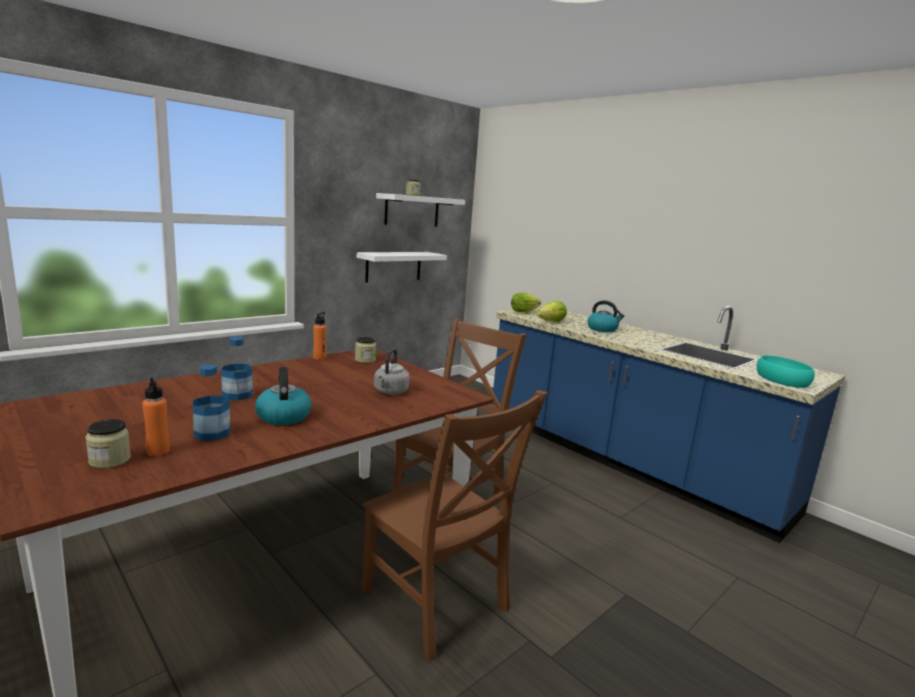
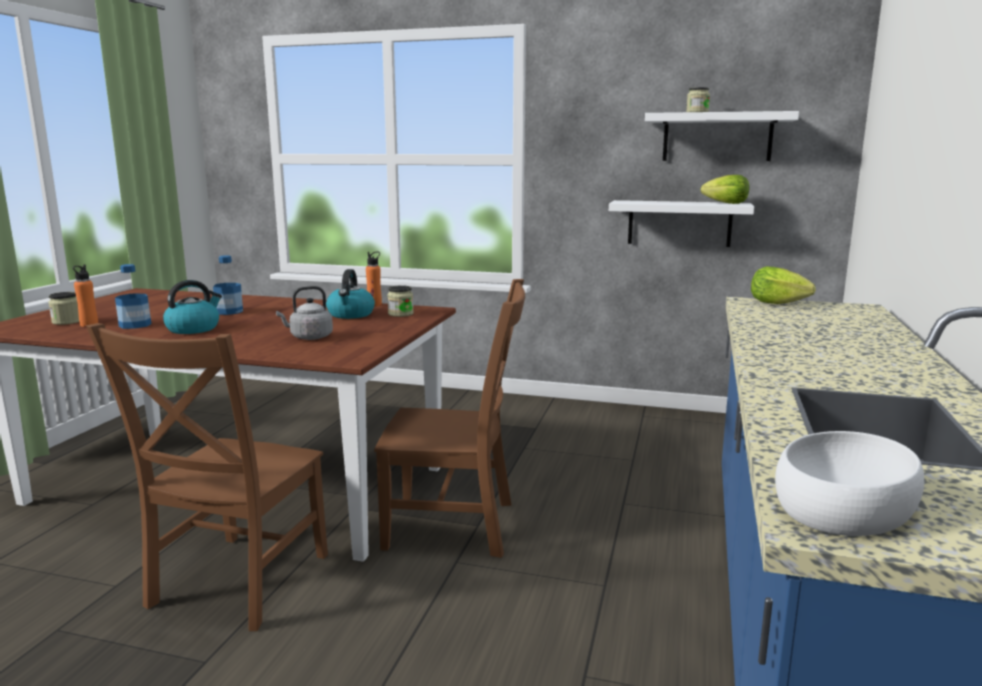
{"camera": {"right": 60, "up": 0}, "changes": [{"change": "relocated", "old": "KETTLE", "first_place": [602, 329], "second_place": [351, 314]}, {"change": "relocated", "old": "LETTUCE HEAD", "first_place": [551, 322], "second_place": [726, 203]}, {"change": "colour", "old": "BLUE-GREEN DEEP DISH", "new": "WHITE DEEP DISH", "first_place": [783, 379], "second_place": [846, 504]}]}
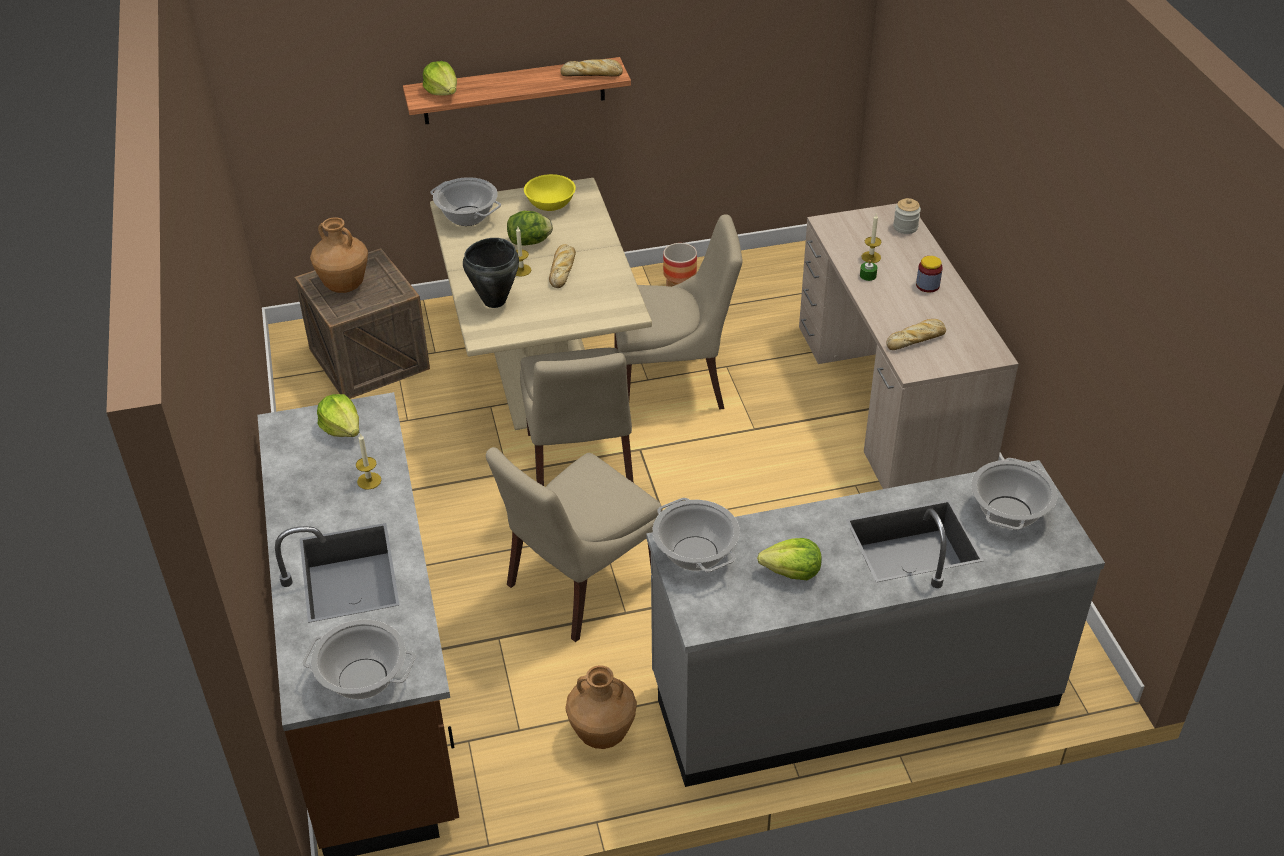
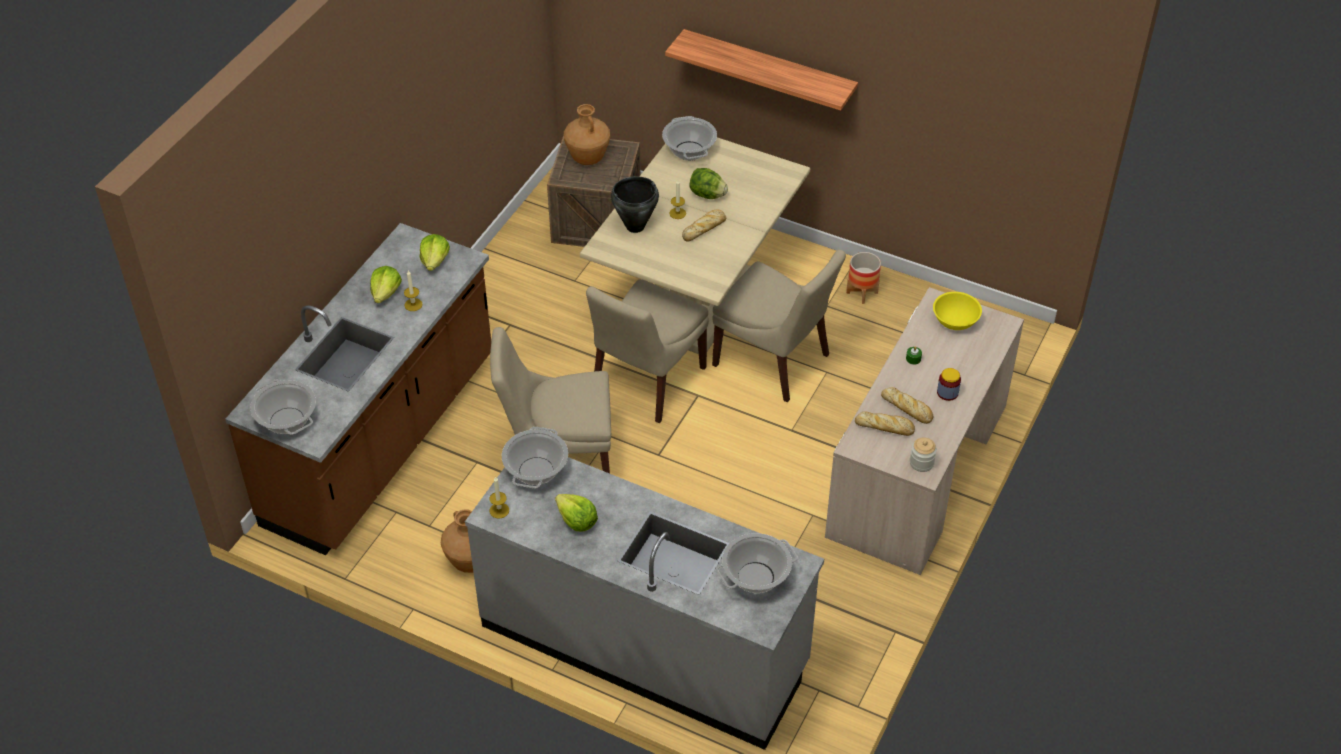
{"camera": {"right": 40, "up": 5}, "changes": [{"change": "relocated", "old": "LETTUCE HEAD", "first_place": [442, 91], "second_place": [386, 293]}, {"change": "relocated", "old": "WAX CANDLE", "first_place": [871, 257], "second_place": [499, 510]}, {"change": "relocated", "old": "BAKED BREAD", "first_place": [593, 74], "second_place": [907, 408]}, {"change": "relocated", "old": "STORAGE JAR", "first_place": [905, 227], "second_place": [921, 463]}, {"change": "relocated", "old": "YELLOWISH DEEP DISH", "first_place": [550, 204], "second_place": [955, 321]}]}
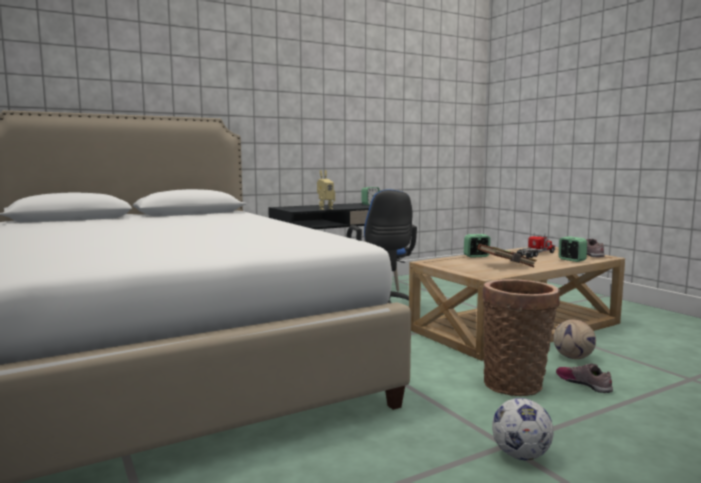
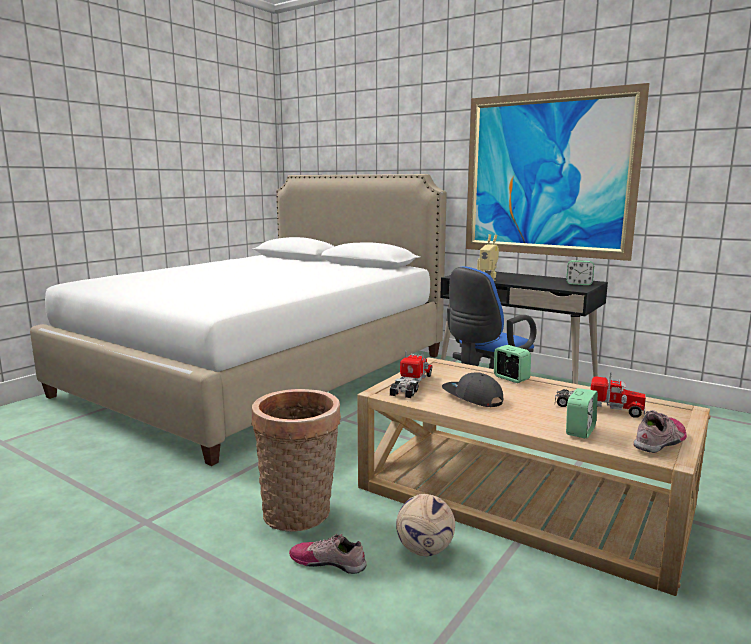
{"camera": {"right": 65, "up": 5}, "changes": [{"change": "spun", "old": "SHOE", "first_place": [584, 383], "second_place": [328, 562], "degrees": -105}, {"change": "appeared", "new": "TOY LORRY", "second_place": [411, 385]}, {"change": "exchanged", "old": "BROWN-COLOURED VOLUME", "new": "GRAY CAP", "first_place": [506, 266], "second_place": [472, 398]}, {"change": "appeared", "new": "WALL PICTURE", "second_place": [547, 175]}, {"change": "missing", "old": "FOOTBALL BALL", "first_place": [520, 455]}]}
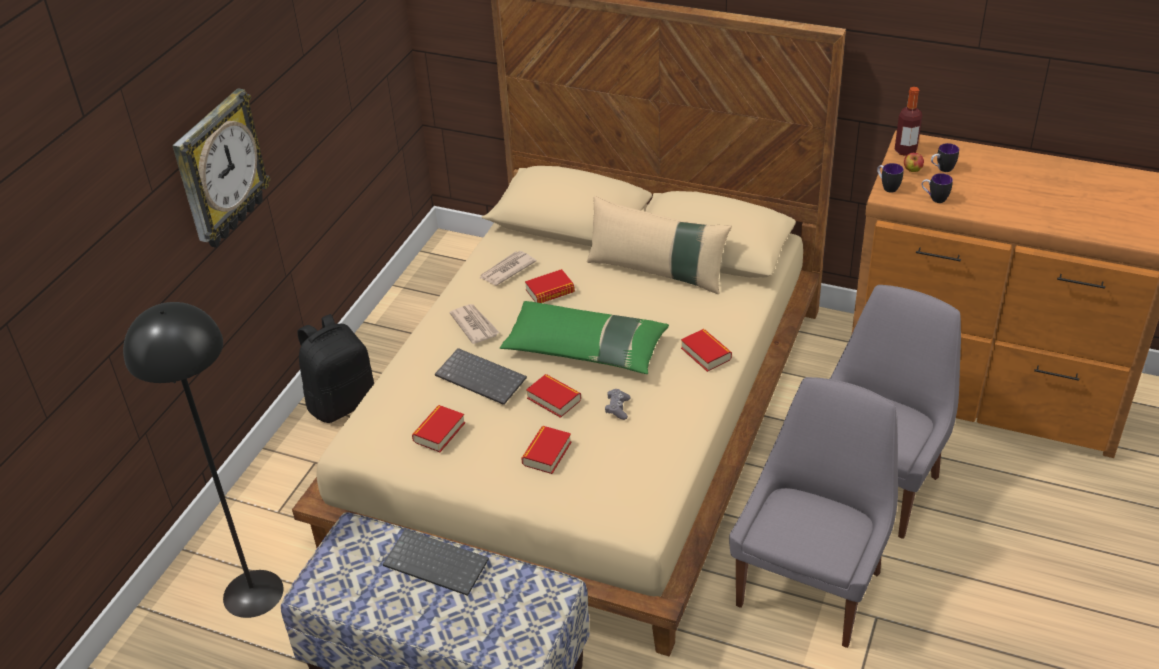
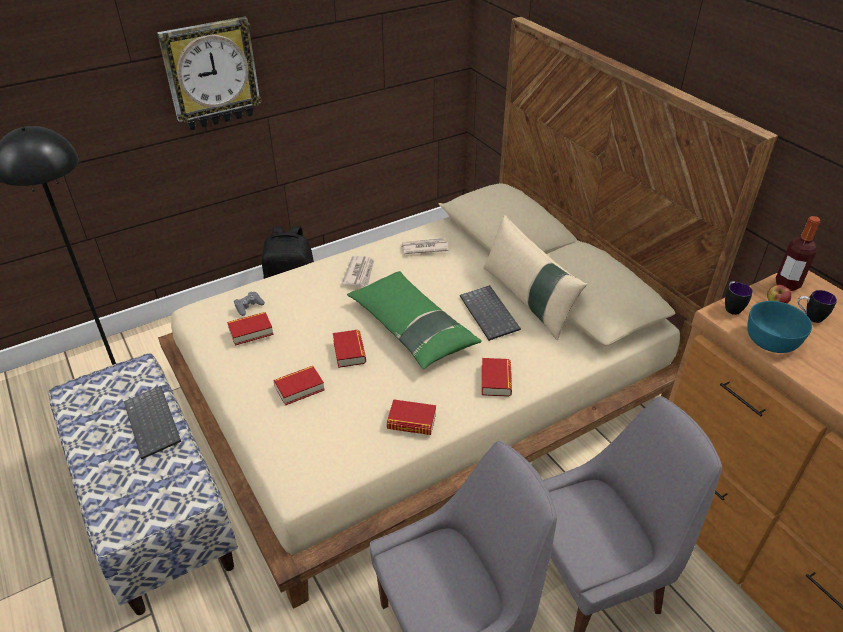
{"camera": {"right": 35, "up": 0}, "changes": [{"change": "relocated", "old": "GRAY GAME CONTROLLER", "first_place": [617, 408], "second_place": [248, 307]}, {"change": "relocated", "old": "VOLUME", "first_place": [550, 291], "second_place": [411, 421]}, {"change": "relocated", "old": "KEYBOARD", "first_place": [482, 377], "second_place": [490, 314]}, {"change": "exchanged", "old": "MUG", "new": "BLUE-GREEN DEEP DISH", "first_place": [934, 199], "second_place": [771, 339]}]}
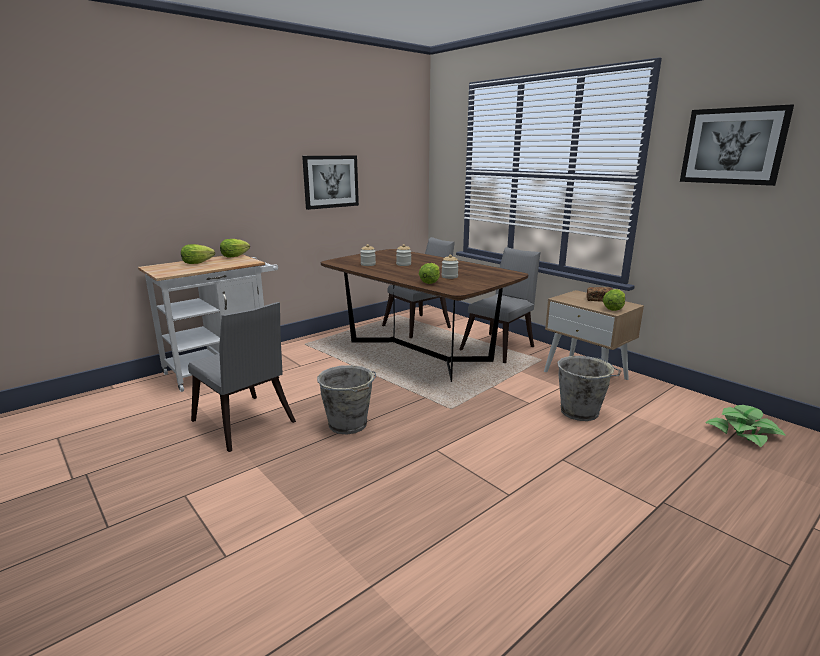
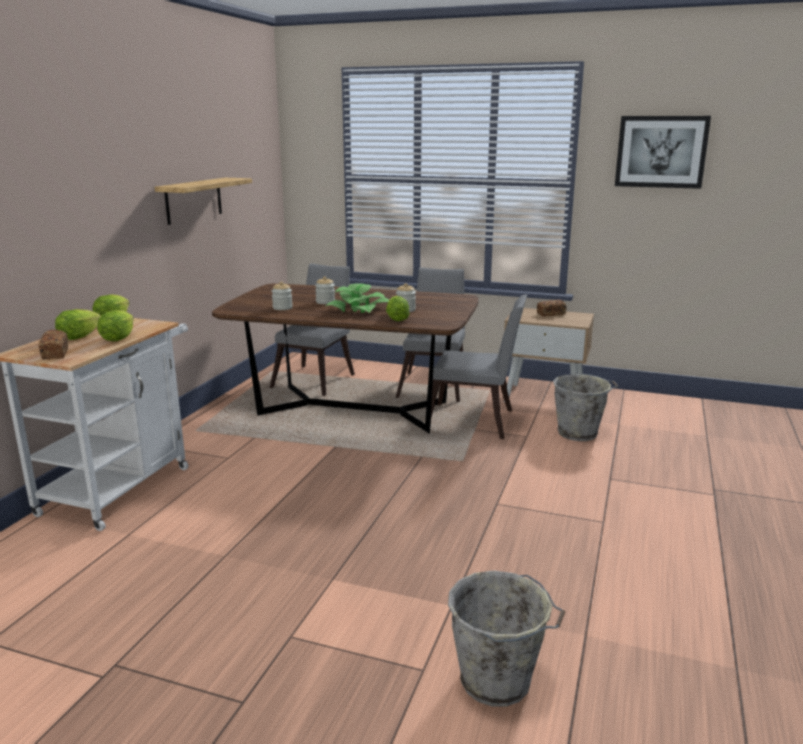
{"camera": {"right": -30, "up": 0}, "changes": [{"change": "appeared", "new": "BAKED BREAD", "second_place": [55, 353]}, {"change": "relocated", "old": "LETTUCE HEAD", "first_place": [613, 308], "second_place": [118, 338]}, {"change": "exchanged", "old": "WALL PICTURE", "new": "BRACKET SHELF", "first_place": [331, 181], "second_place": [194, 200]}, {"change": "relocated", "old": "HOUSEPLANT", "first_place": [743, 433], "second_place": [358, 309]}, {"change": "relocated", "old": "GRAY CHAIR", "first_place": [245, 425], "second_place": [475, 422]}, {"change": "relocated", "old": "GRAY WATER BUCKET", "first_place": [348, 425], "second_place": [498, 682]}]}
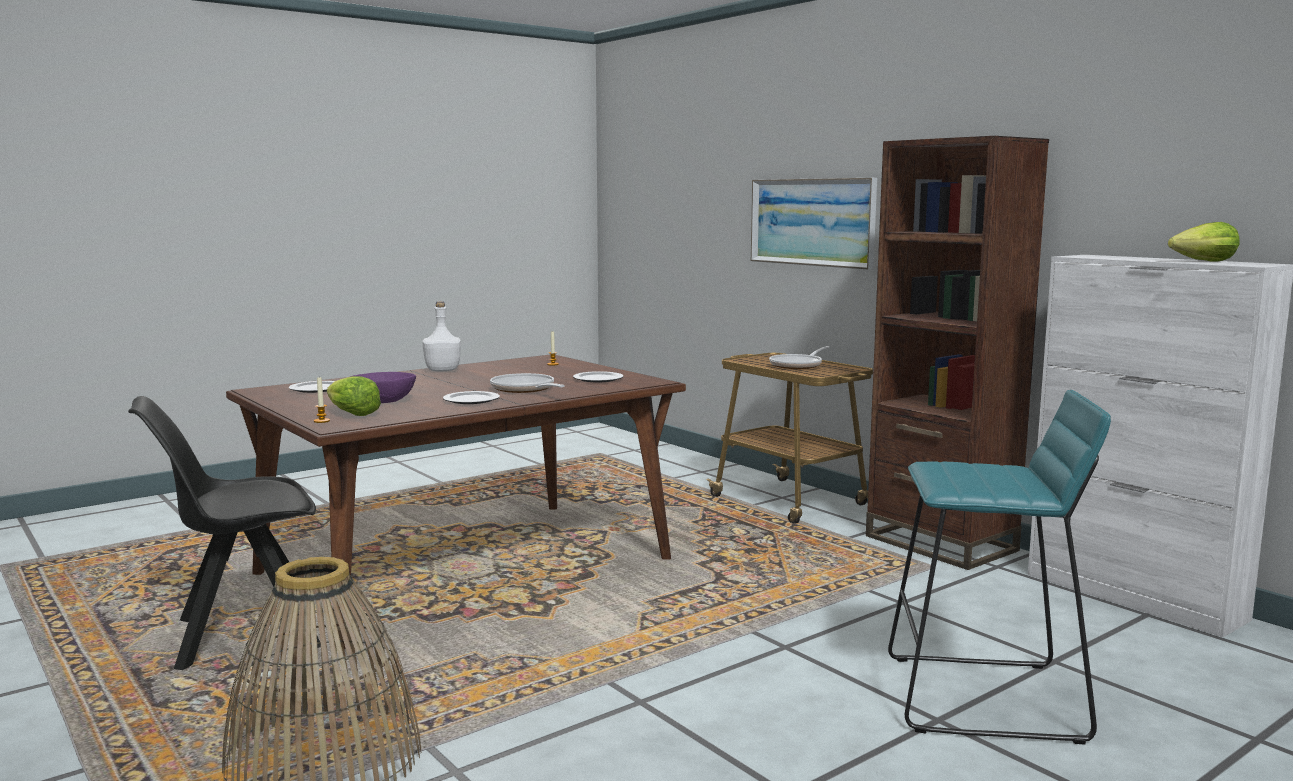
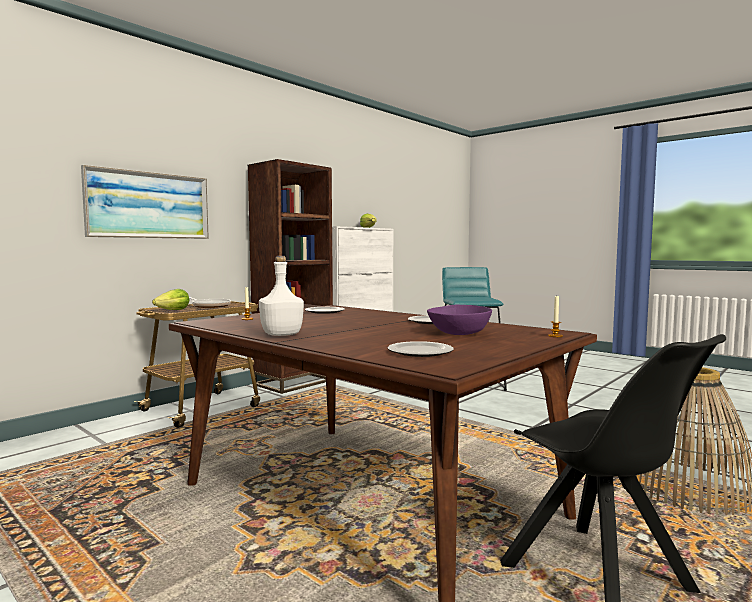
{"camera": {"right": -100, "up": -5}, "changes": [{"change": "relocated", "old": "LETTUCE HEAD", "first_place": [351, 414], "second_place": [173, 310]}, {"change": "missing", "old": "FRYING PAN", "first_place": [525, 389]}]}
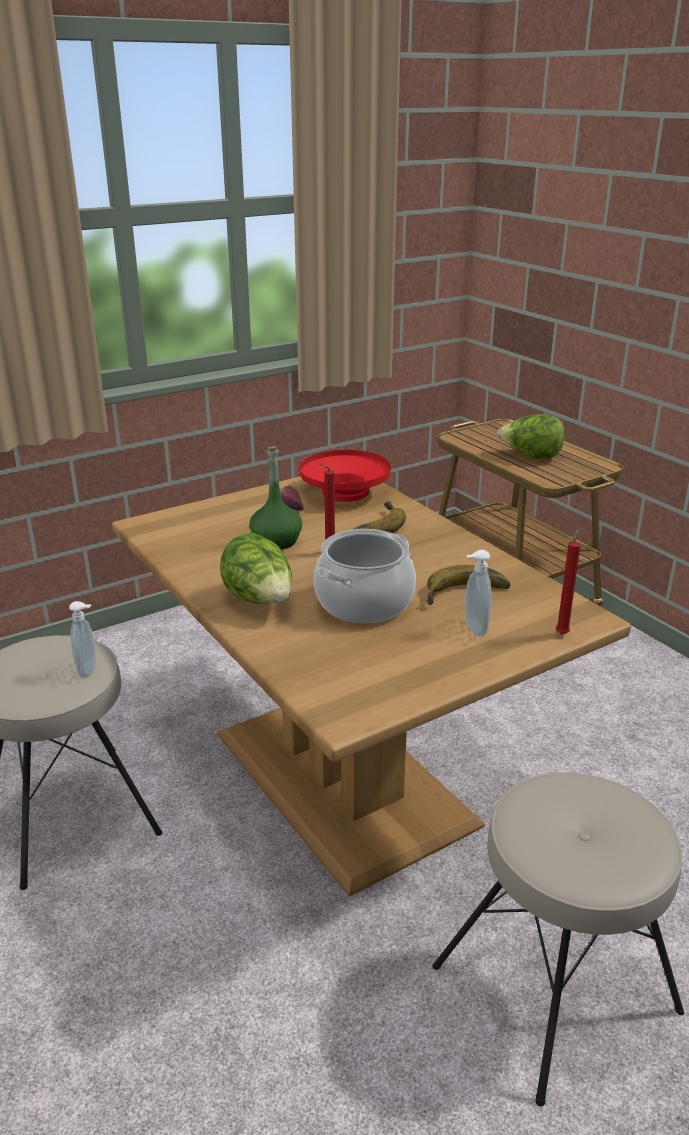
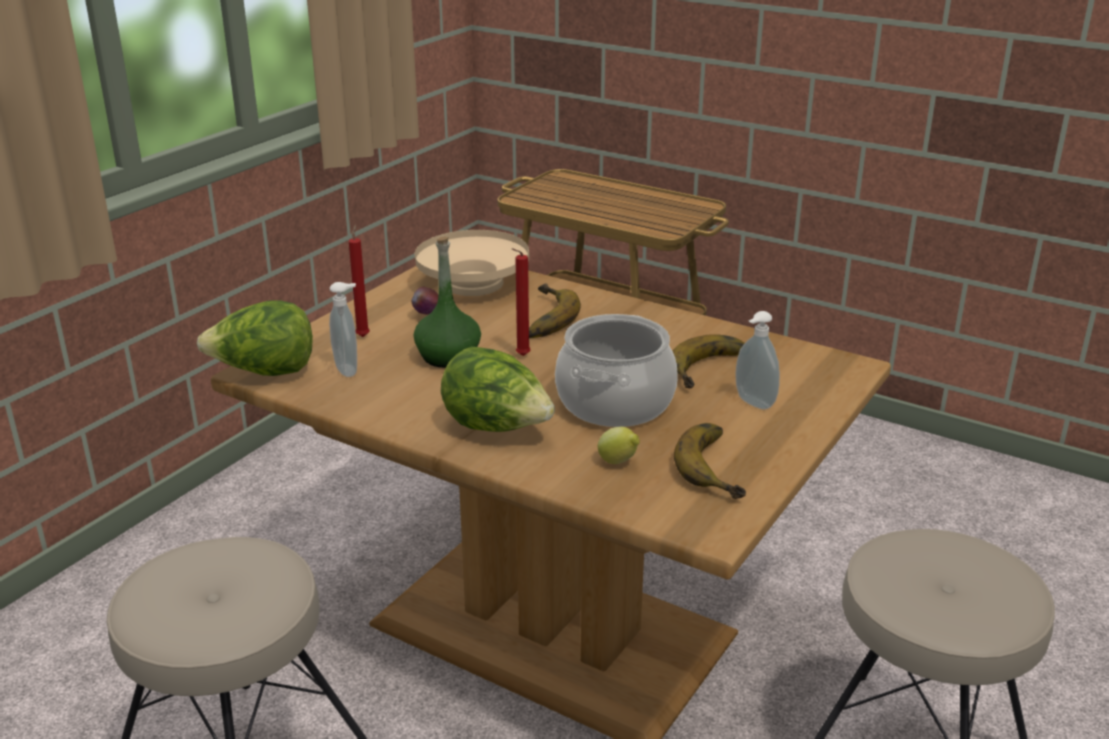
{"camera": {"right": -25, "up": 0}, "changes": [{"change": "relocated", "old": "LETTUCE HEAD", "first_place": [531, 456], "second_place": [264, 373]}, {"change": "relocated", "old": "LIQUID SOAP BOTTLE", "first_place": [89, 670], "second_place": [349, 369]}, {"change": "relocated", "old": "RED-COLOURED WAX CANDLE", "first_place": [562, 633], "second_place": [363, 335]}, {"change": "colour", "old": "RED-COLOURED DEEP DISH", "new": "SAND-COLOURED DEEP DISH", "first_place": [344, 492], "second_place": [472, 284]}, {"change": "appeared", "new": "WHOLE LEMON", "second_place": [619, 462]}, {"change": "appeared", "new": "WHOLE BANANA", "second_place": [720, 466]}]}
